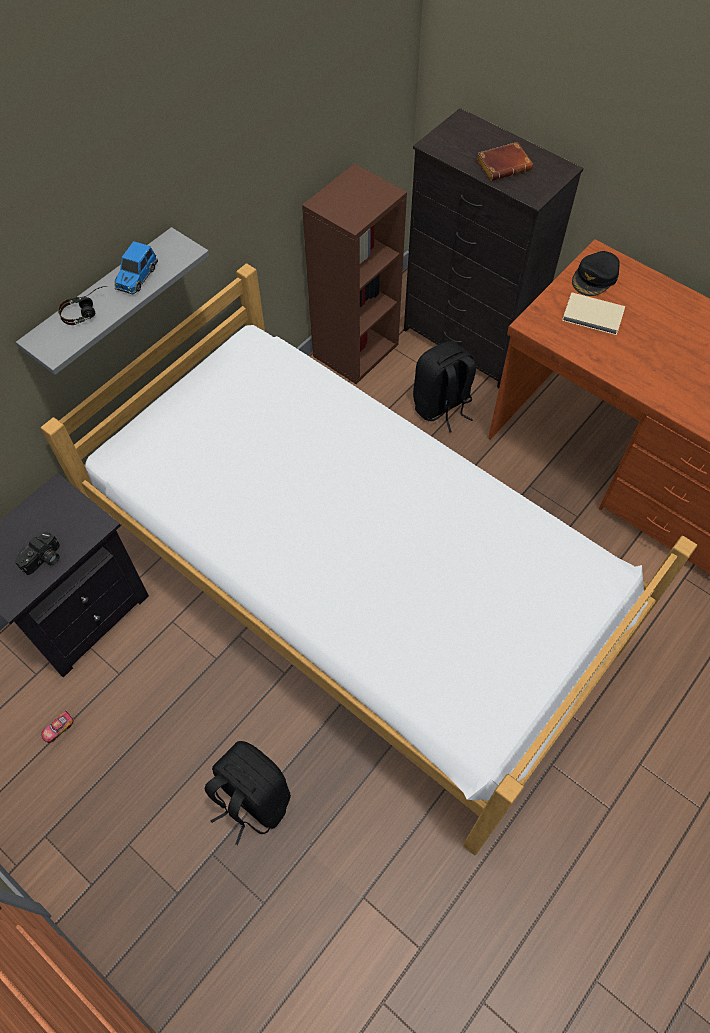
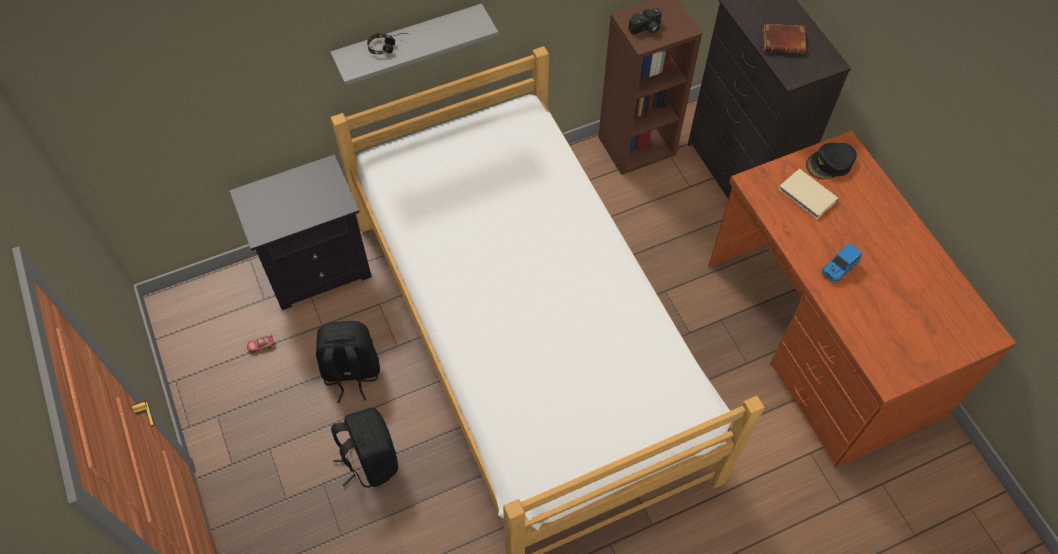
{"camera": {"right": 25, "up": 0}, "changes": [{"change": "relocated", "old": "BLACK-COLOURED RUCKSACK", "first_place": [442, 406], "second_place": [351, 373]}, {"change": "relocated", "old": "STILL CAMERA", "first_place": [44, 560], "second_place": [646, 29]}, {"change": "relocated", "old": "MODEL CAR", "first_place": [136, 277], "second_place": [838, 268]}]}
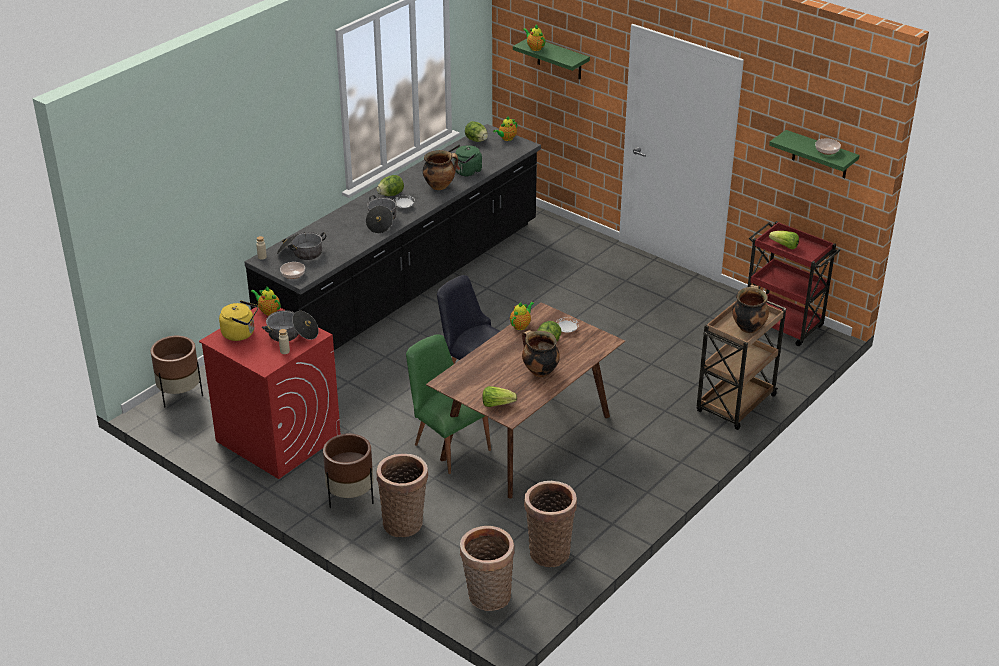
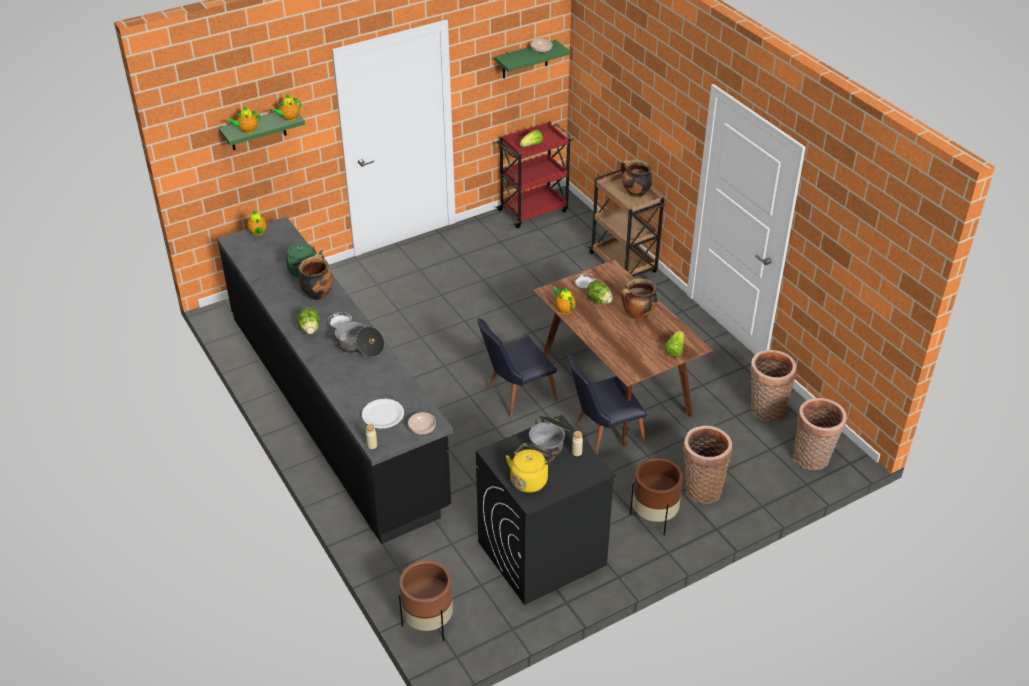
{"camera": {"right": -70, "up": 5}, "changes": [{"change": "relocated", "old": "TEA POT", "first_place": [268, 311], "second_place": [289, 118]}, {"change": "exchanged", "old": "STOCKPOT", "new": "WHITE DINNER PLATE", "first_place": [301, 253], "second_place": [383, 415]}, {"change": "colour", "old": "RED-COLOURED WASHING MACHINE", "new": "BLACK-COLOURED WASHING MACHINE", "first_place": [277, 438], "second_place": [541, 554]}, {"change": "colour", "old": "GREENISH CHAIR", "new": "BLACK-COLOURED CHAIR", "first_place": [447, 443], "second_place": [602, 435]}, {"change": "missing", "old": "LETTUCE HEAD", "first_place": [476, 140]}]}
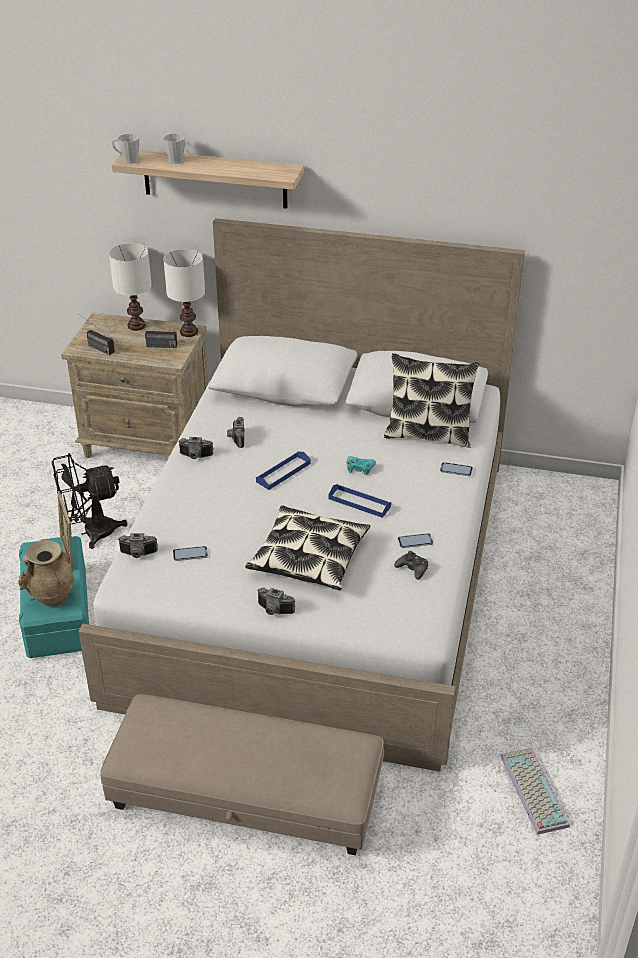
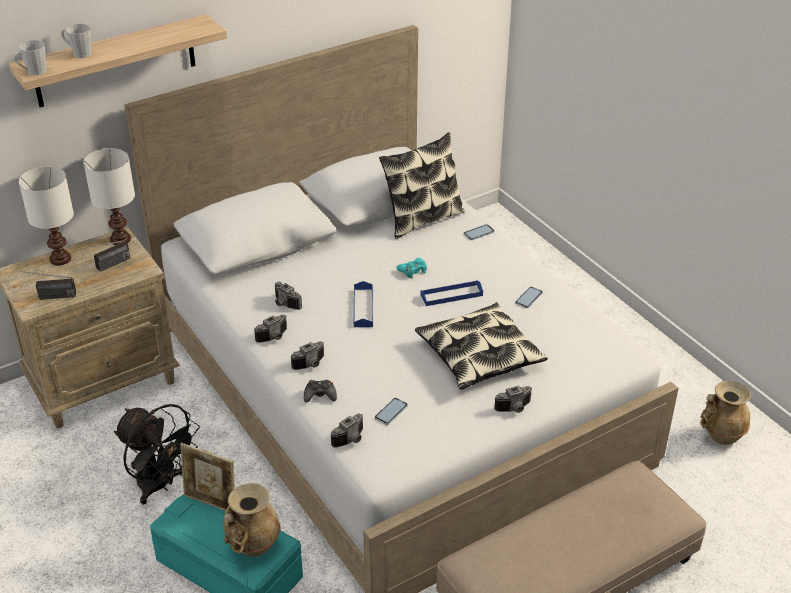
{"camera": {"right": -45, "up": 0}, "changes": [{"change": "spun", "old": "BLACK-COLOURED FAN", "first_place": [90, 532], "second_place": [160, 485], "degrees": -75}, {"change": "appeared", "new": "STILL CAMERA", "second_place": [311, 365]}, {"change": "relocated", "old": "BLACK-COLOURED GAME CONTROLLER", "first_place": [412, 568], "second_place": [320, 395]}, {"change": "exchanged", "old": "KEYBOARD", "new": "SAND-COLOURED VASE", "first_place": [532, 790], "second_place": [720, 436]}]}
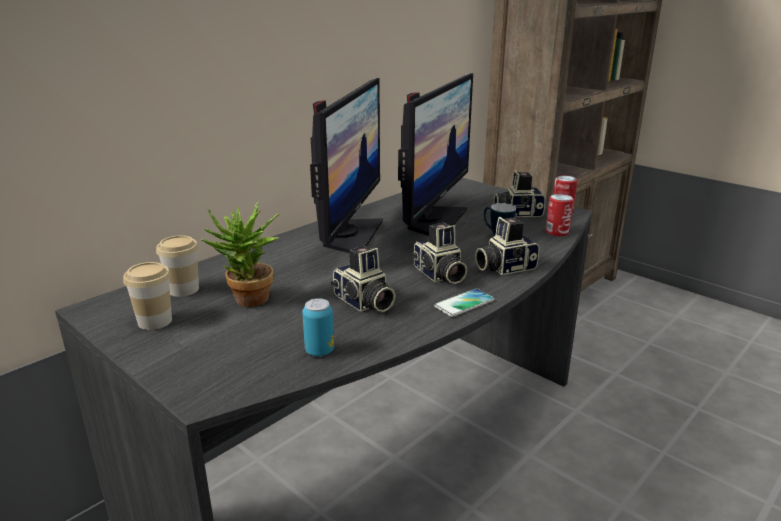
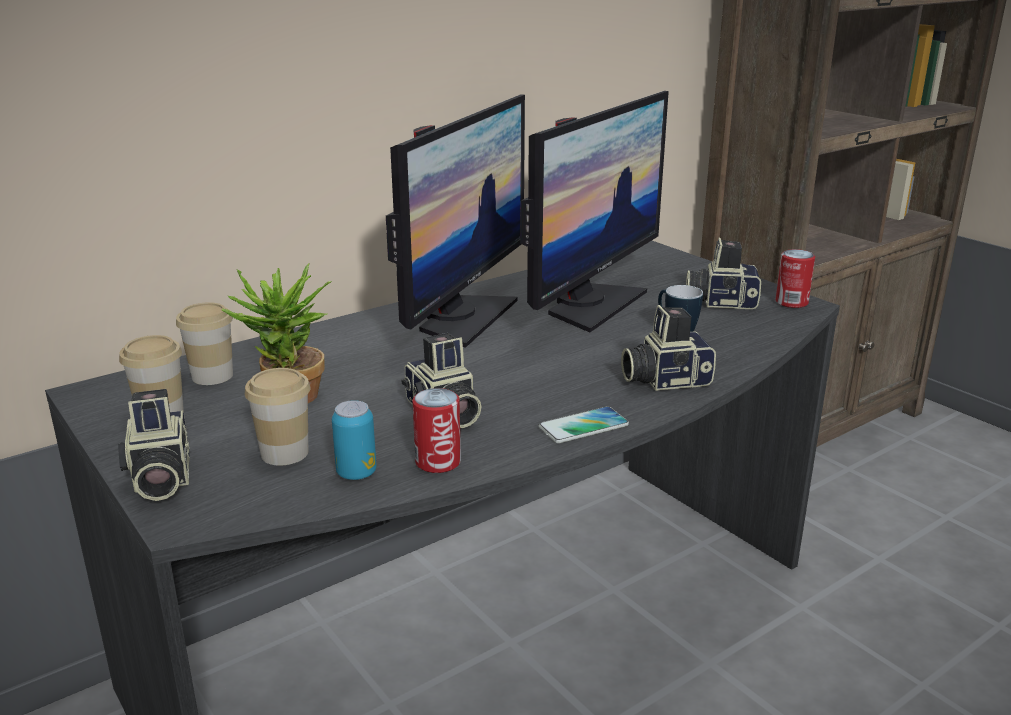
{"camera": {"right": 10, "up": 0}, "changes": [{"change": "relocated", "old": "STILL CAMERA", "first_place": [439, 275], "second_place": [159, 478]}, {"change": "appeared", "new": "DRINKING CUP", "second_place": [284, 453]}, {"change": "relocated", "old": "SEALED CAN", "first_place": [557, 232], "second_place": [438, 462]}]}
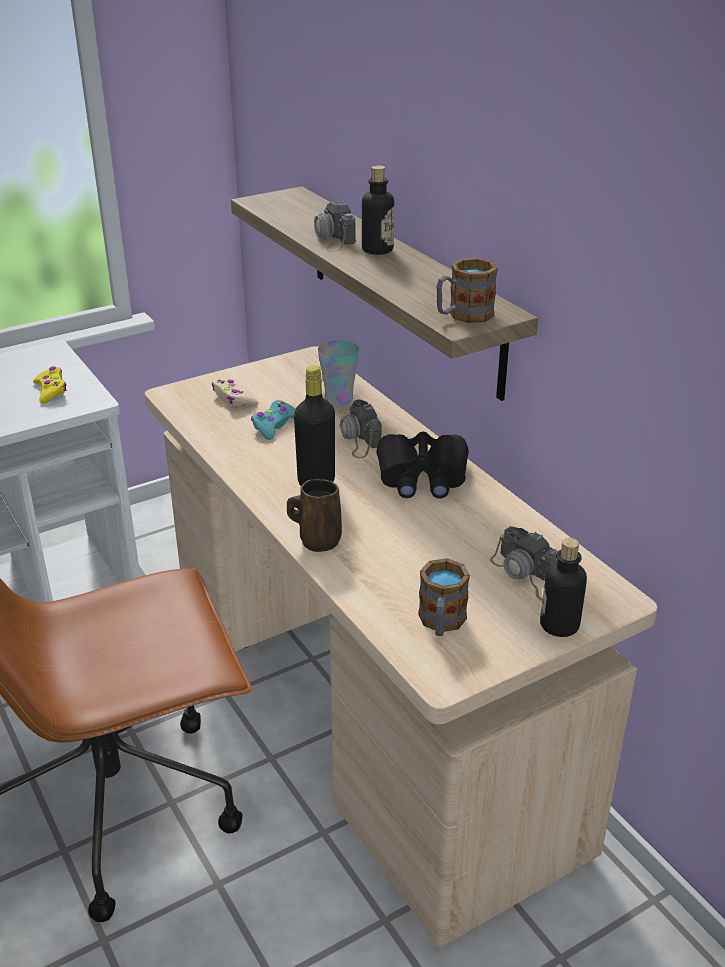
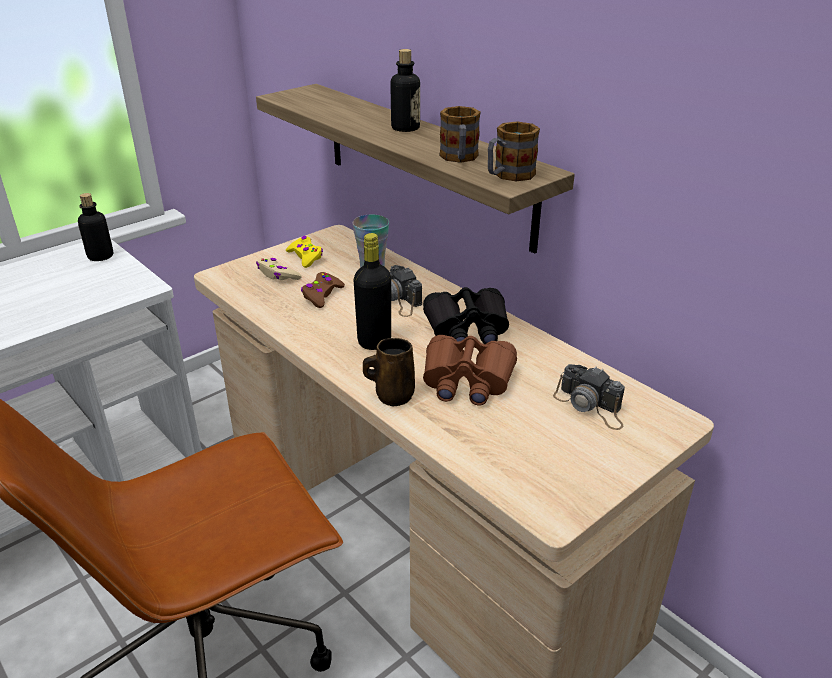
{"camera": {"right": -10, "up": 0}, "changes": [{"change": "relocated", "old": "BOTTLE", "first_place": [559, 625], "second_place": [100, 256]}, {"change": "relocated", "old": "YELLOWISH GAME CONTROLLER", "first_place": [51, 391], "second_place": [305, 257]}, {"change": "colour", "old": "BLUE-GREEN GAME CONTROLLER", "new": "BROWN-COLOURED GAME CONTROLLER", "first_place": [275, 426], "second_place": [322, 295]}, {"change": "appeared", "new": "BROWN-COLOURED BINOCULARS", "second_place": [467, 380]}, {"change": "relocated", "old": "MUG", "first_place": [441, 623], "second_place": [459, 158]}, {"change": "missing", "old": "STILL CAMERA", "first_place": [333, 238]}]}
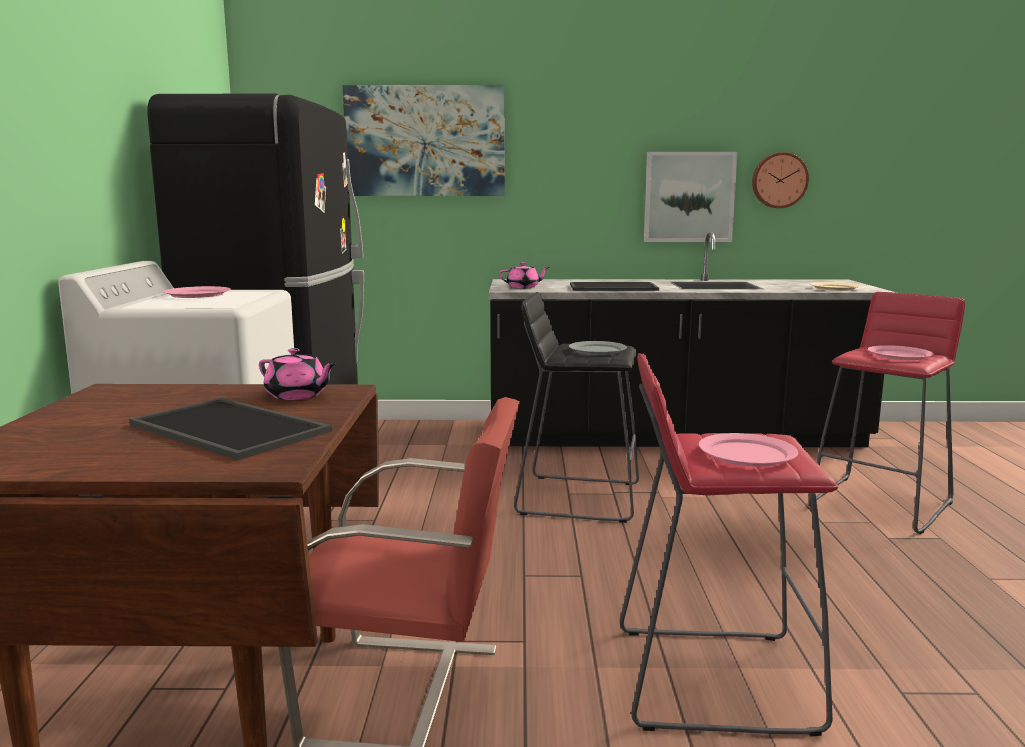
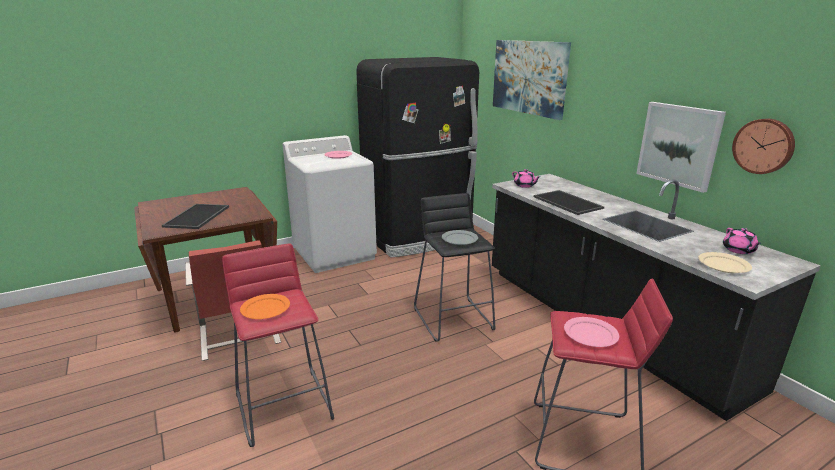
{"camera": {"right": 60, "up": 10}, "changes": [{"change": "colour", "old": "PINKISH DINNER PLATE", "new": "ORANGE-COLOURED DINNER PLATE", "first_place": [747, 454], "second_place": [265, 309]}, {"change": "relocated", "old": "PINKISH TEA POT", "first_place": [297, 395], "second_place": [738, 250]}]}
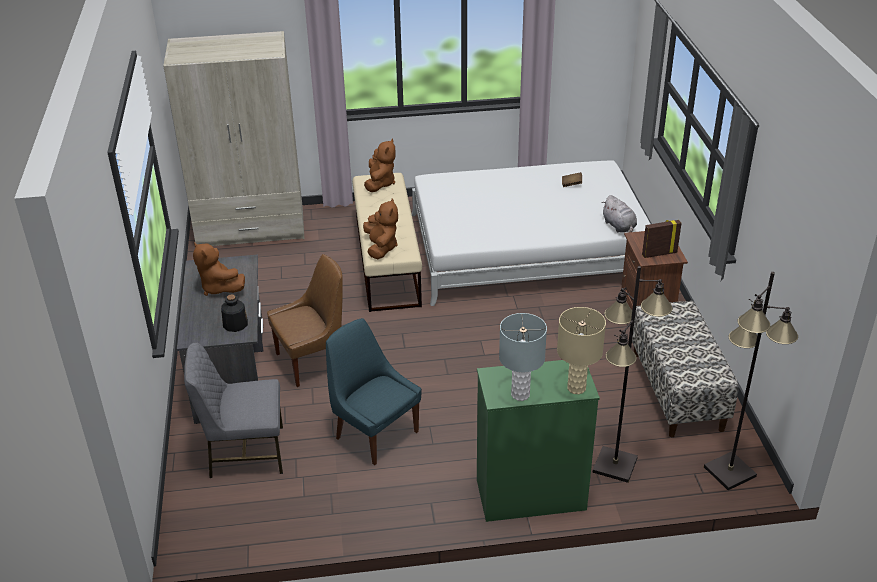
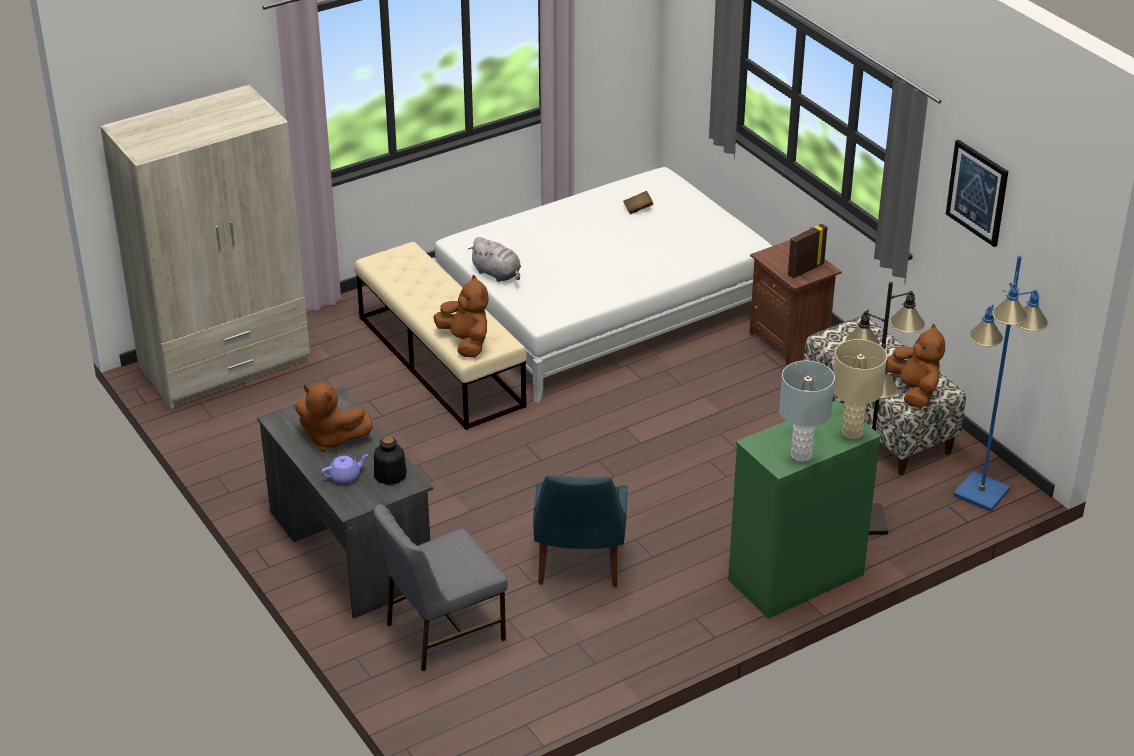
{"camera": {"right": -25, "up": 0}, "changes": [{"change": "appeared", "new": "PURPLE-COLOURED TEA POT", "second_place": [345, 476]}, {"change": "relocated", "old": "GRAY PLUSH TOY", "first_place": [619, 226], "second_place": [497, 274]}, {"change": "spun", "old": "BLUE-COLOURED CHAIR", "first_place": [374, 433], "second_place": [579, 565], "degrees": -105}, {"change": "relocated", "old": "BROWN-COLOURED PLUSH TOY", "first_place": [380, 183], "second_place": [914, 391]}, {"change": "appeared", "new": "WALL PICTURE", "second_place": [977, 192]}, {"change": "colour", "old": "BLACK-COLOURED STANDING LAMP", "new": "BLUE-COLOURED STANDING LAMP", "first_place": [728, 471], "second_place": [980, 493]}, {"change": "missing", "old": "BROWN-COLOURED CHAIR", "first_place": [313, 361]}]}
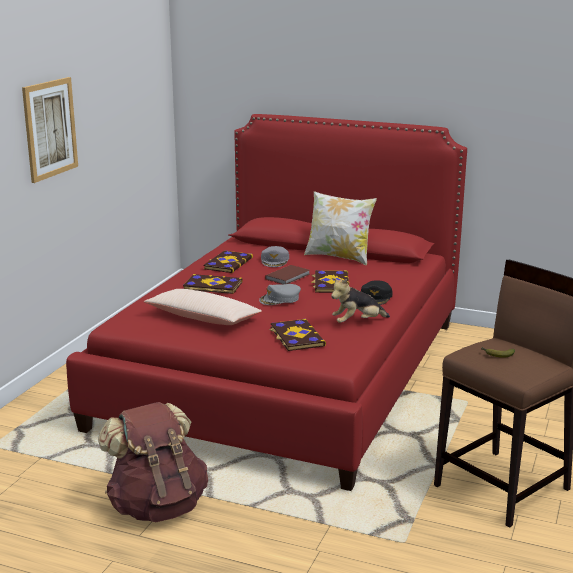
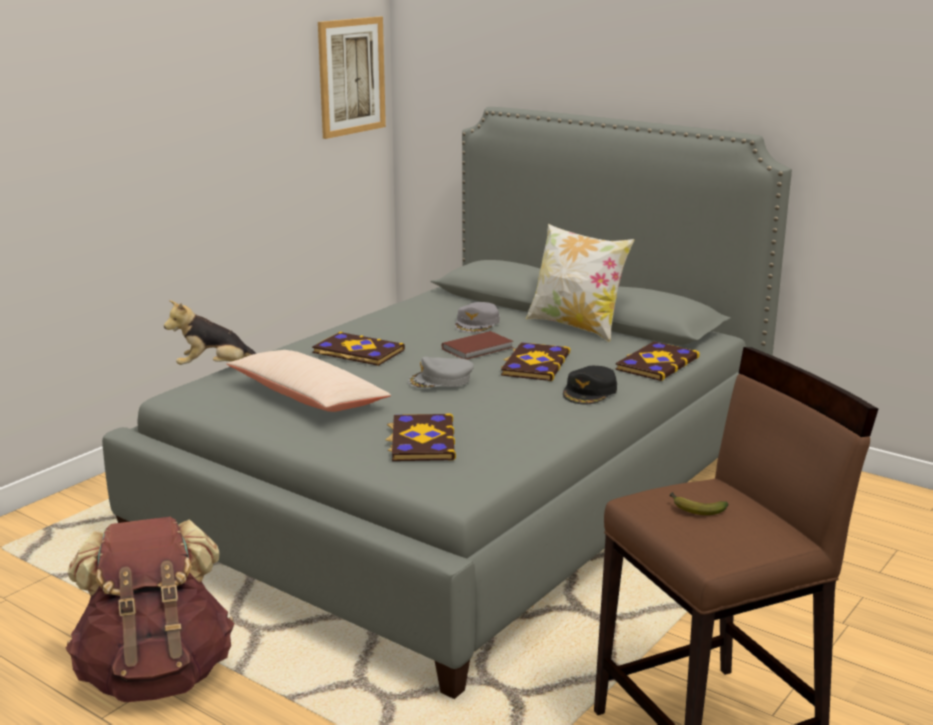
{"camera": {"right": 15, "up": 0}, "changes": [{"change": "colour", "old": "RED-COLOURED BED", "new": "GRAY BED", "first_place": [285, 372], "second_place": [465, 492]}, {"change": "relocated", "old": "PLUSH TOY", "first_place": [357, 323], "second_place": [216, 368]}, {"change": "relocated", "old": "WALL PICTURE", "first_place": [50, 129], "second_place": [351, 76]}, {"change": "relocated", "old": "VOLUME", "first_place": [227, 263], "second_place": [656, 363]}]}
